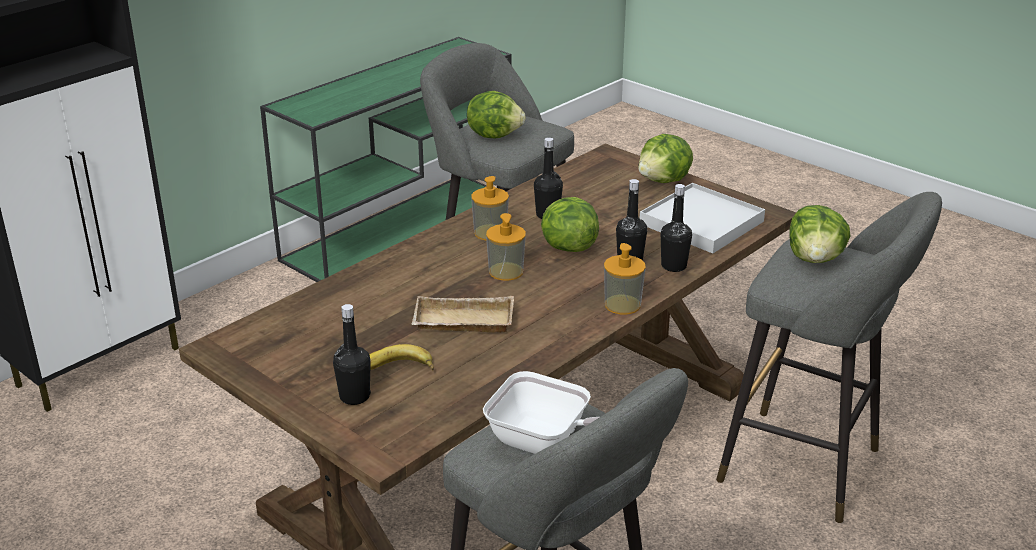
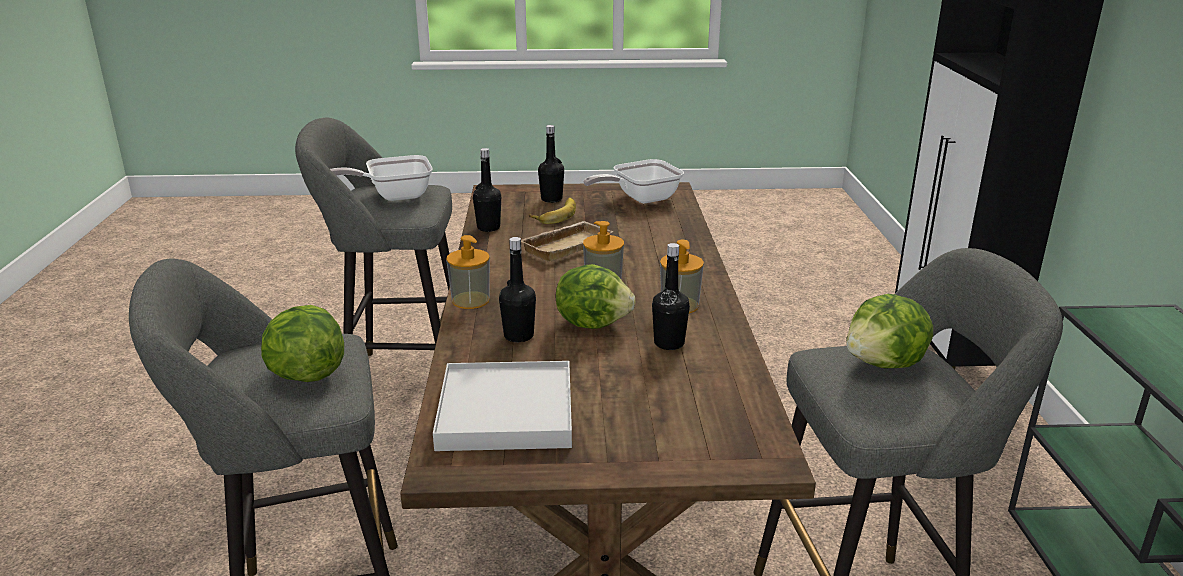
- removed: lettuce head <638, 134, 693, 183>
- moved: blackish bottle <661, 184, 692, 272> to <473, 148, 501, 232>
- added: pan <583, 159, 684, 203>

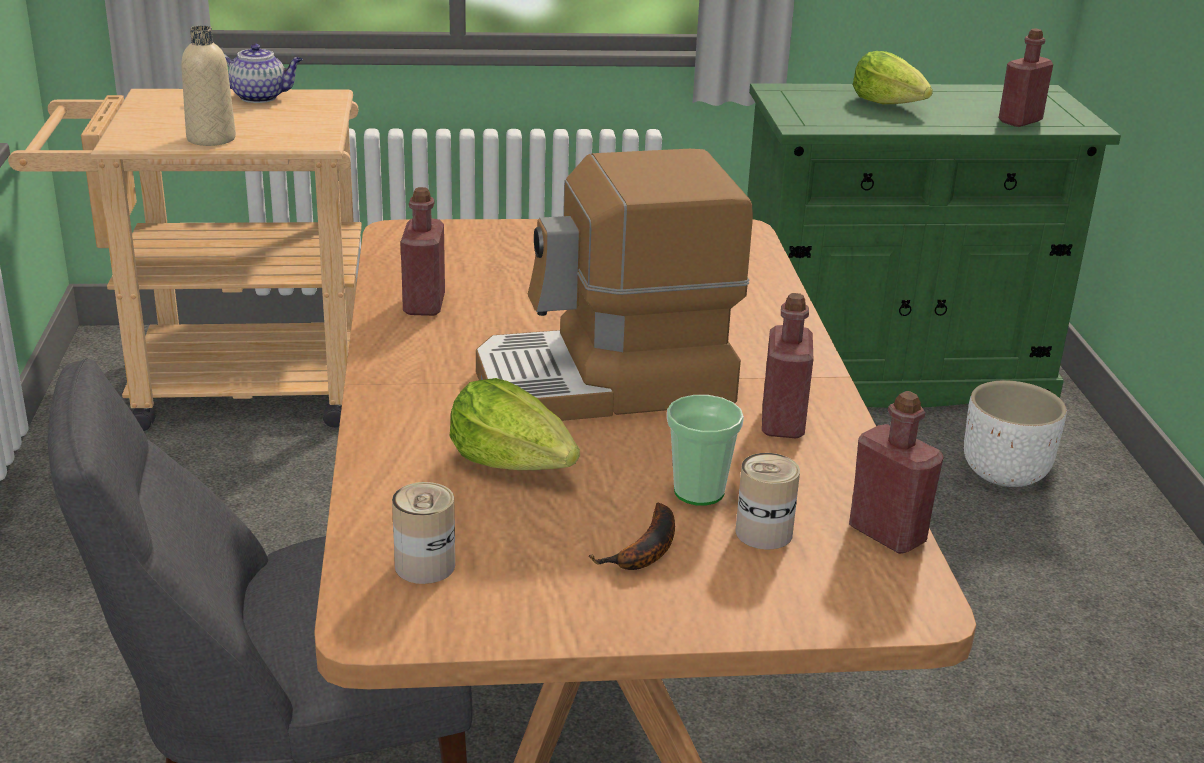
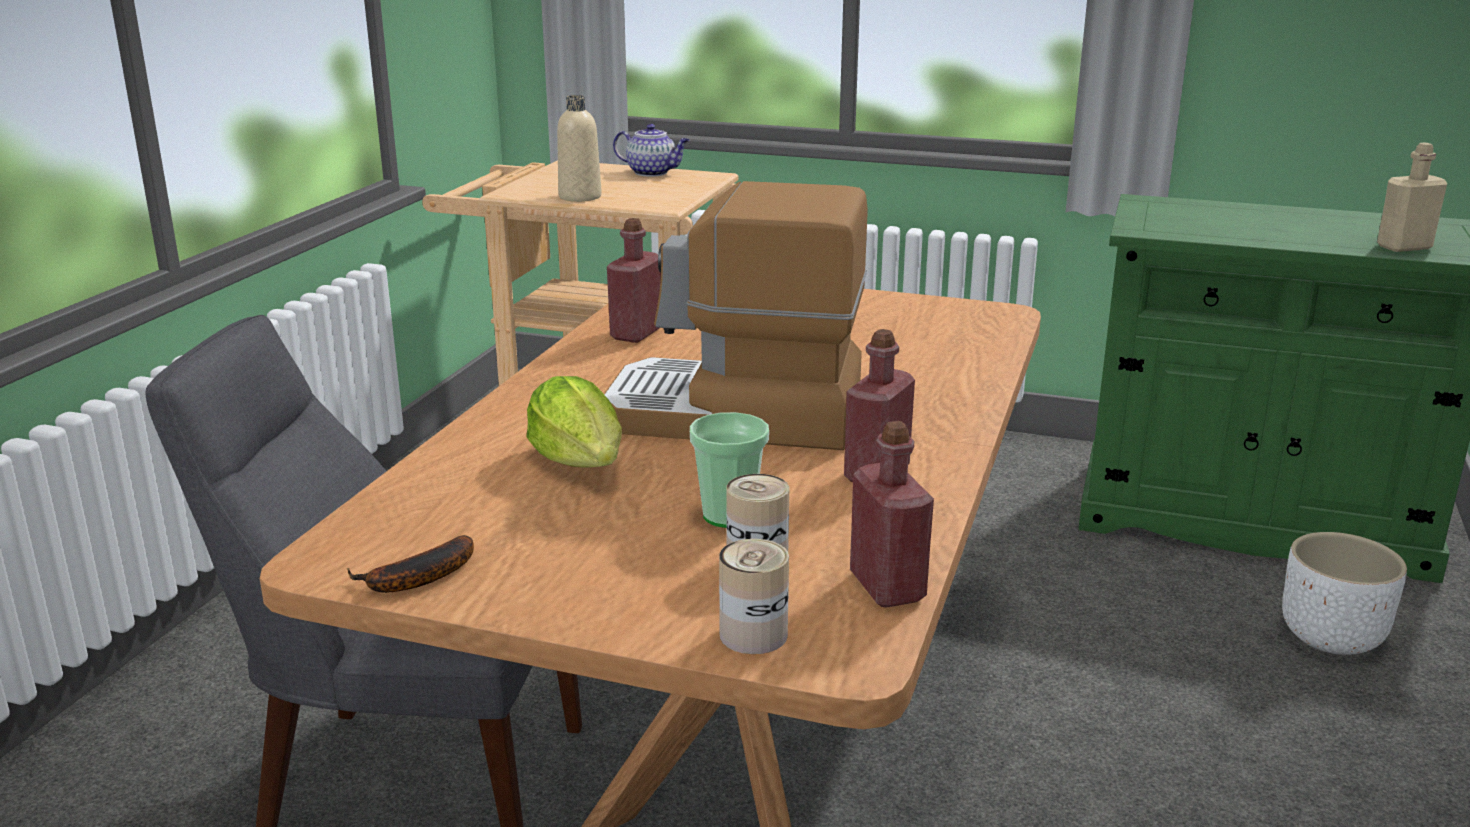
- recoloured: reddish bottle <999, 29, 1053, 127> to beige-coloured bottle <1377, 143, 1447, 252>
- removed: lettuce head <853, 51, 933, 104>
- moved: metal can <392, 482, 455, 584> to <719, 539, 789, 654>
- moved: whole banana <589, 503, 675, 570> to <347, 535, 474, 593>

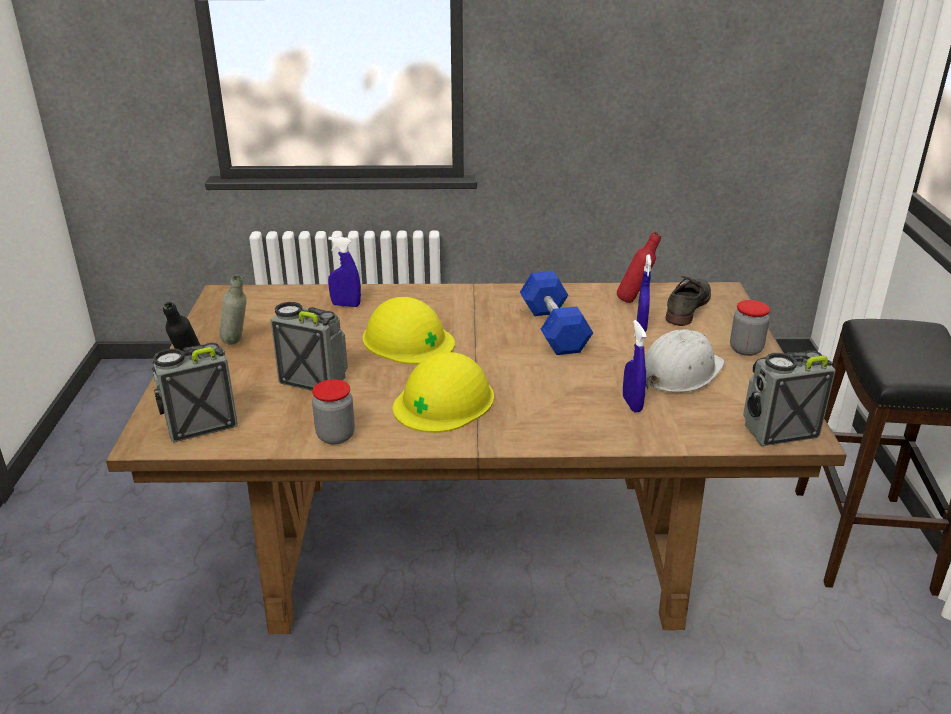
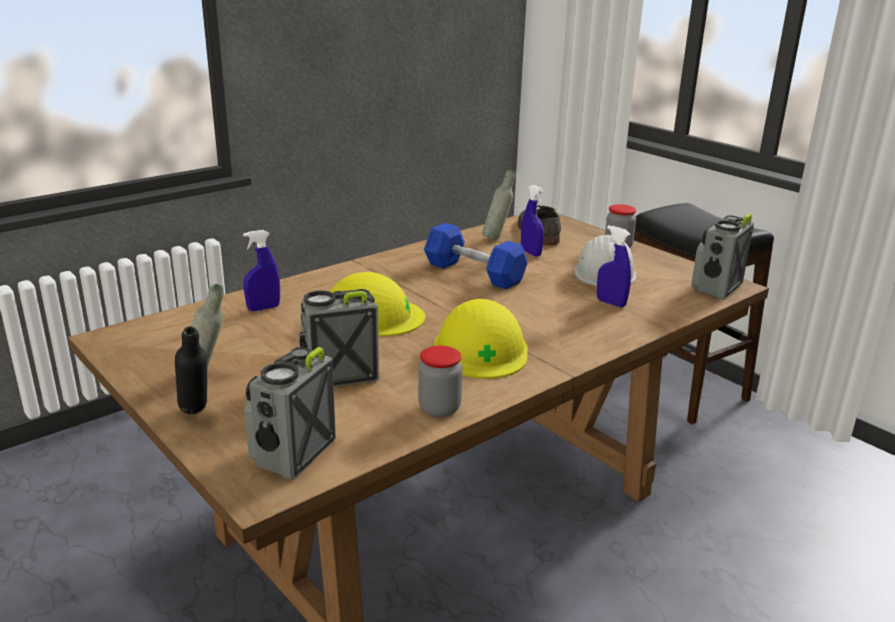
- recoloured: reddish bottle <617, 232, 661, 303> to greyish bottle <482, 170, 515, 240>

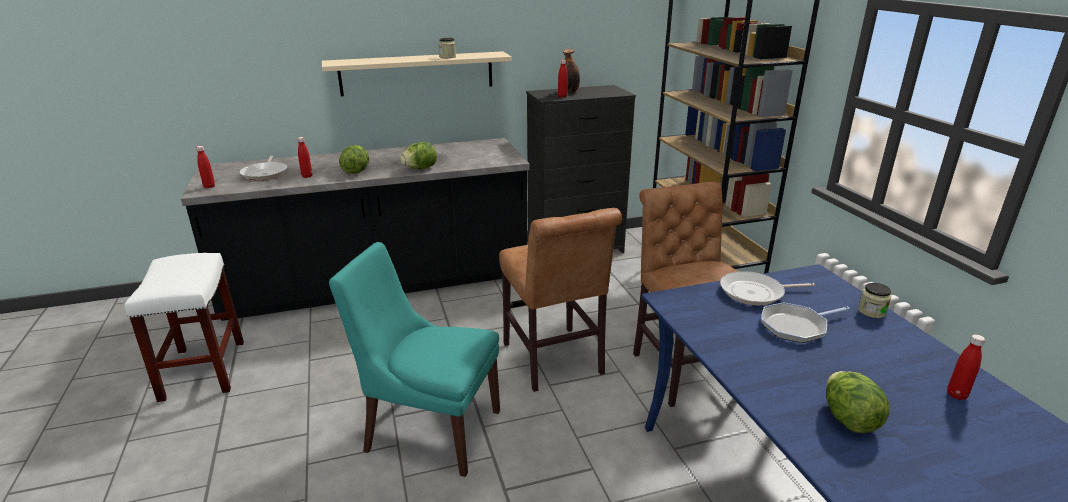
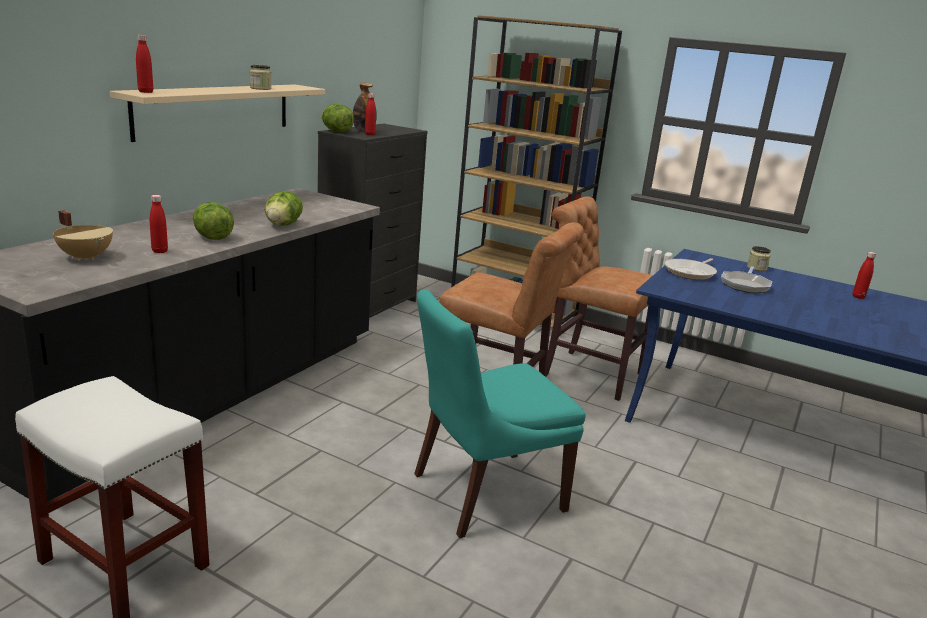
- moved: reddish bottle <196, 146, 215, 188> to <136, 35, 153, 93>
- replaced: pan <240, 155, 288, 180> to beige-coloured saucepot <53, 210, 113, 261>
- moved: lettuce head <826, 371, 890, 433> to <321, 104, 354, 133>

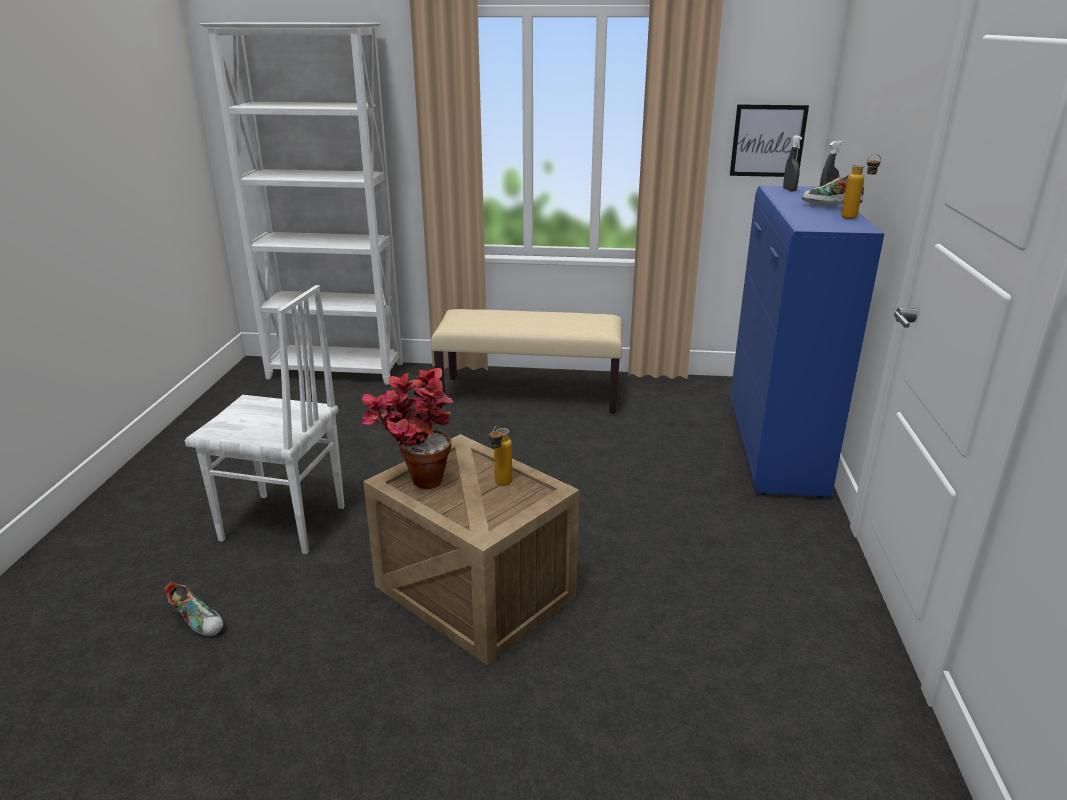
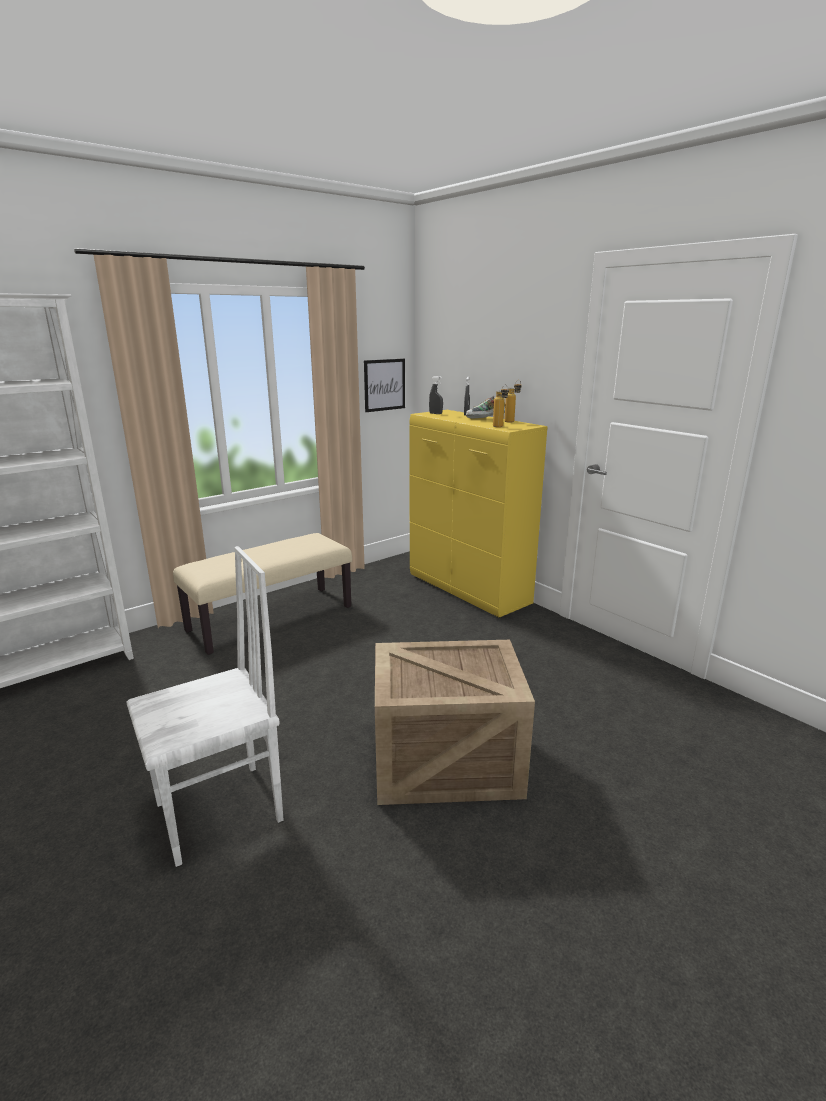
- recoloured: blue cabinet <731, 186, 884, 498> to yellowish cabinet <409, 410, 548, 618>
- removed: houseplant <360, 368, 453, 489>
- moved: bottle <489, 426, 512, 486> to <493, 384, 509, 427>
- removed: low shoe <164, 582, 223, 636>

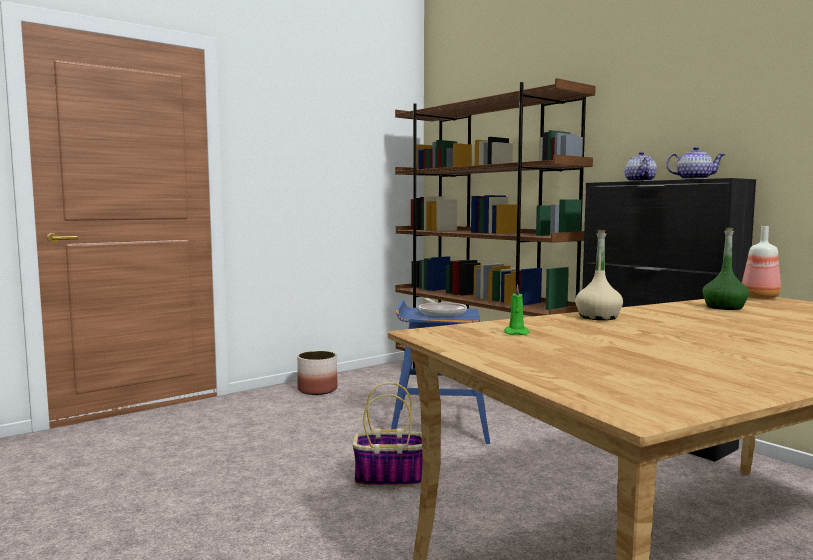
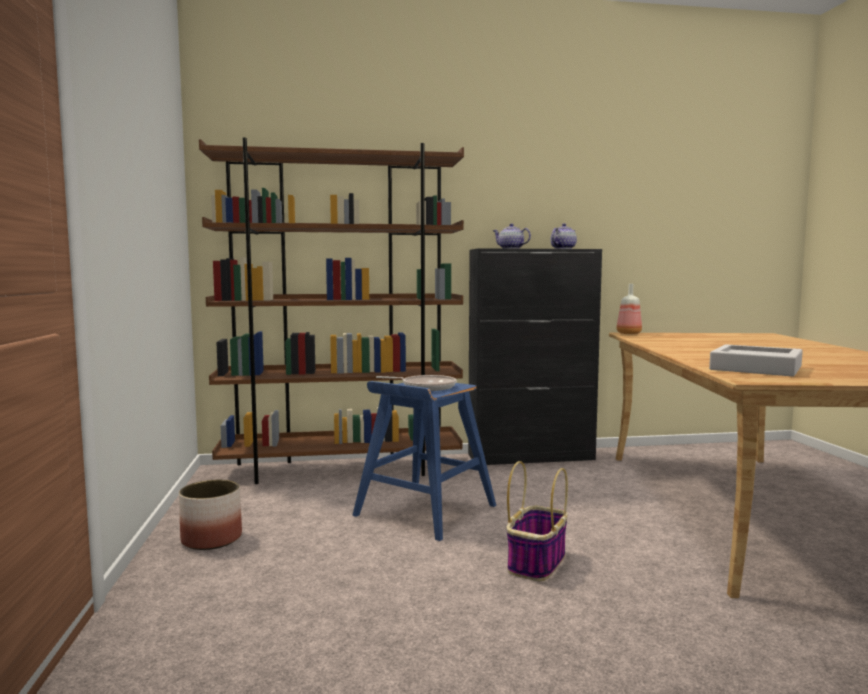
- removed: green-coloured bottle <702, 228, 749, 310>
- removed: beige-coloured bottle <575, 230, 623, 320>
- replaced: green-coloured candle <504, 284, 530, 335> to greyish carrying tray <709, 344, 803, 377>

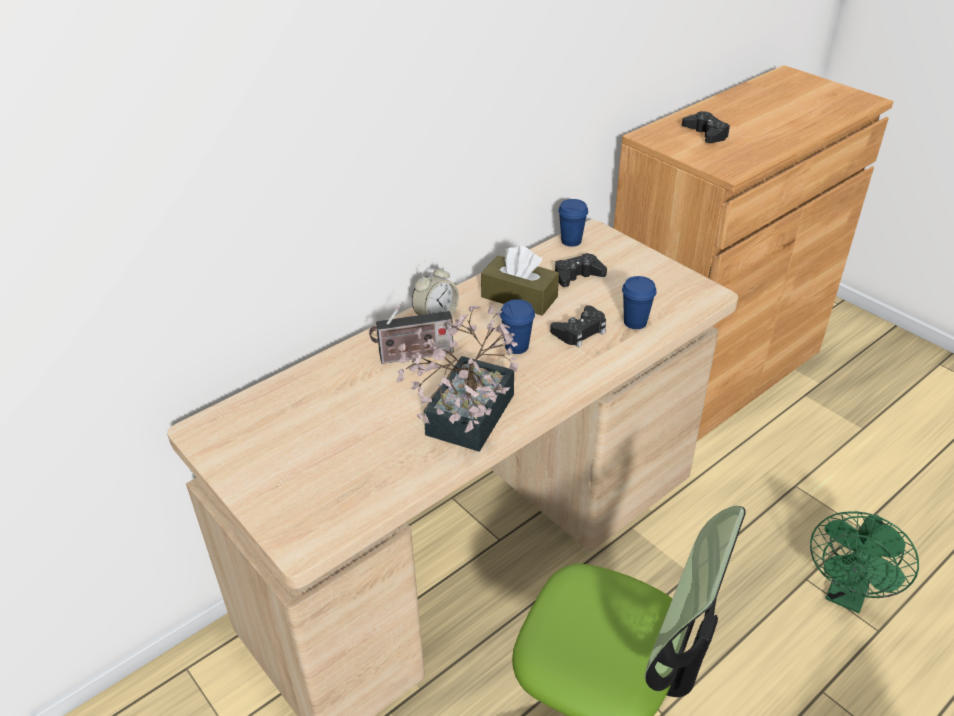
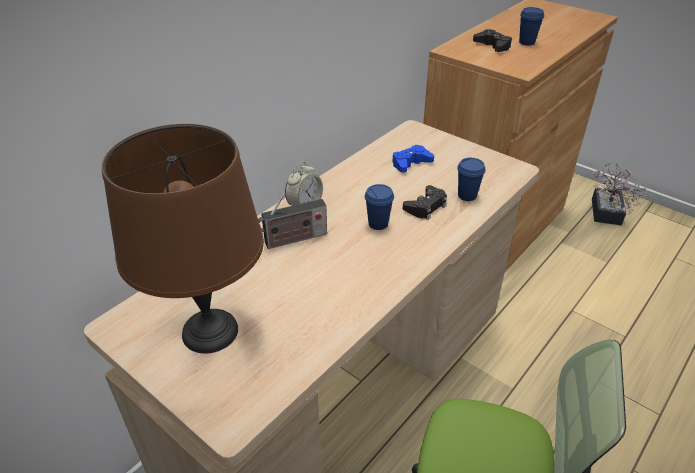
- moved: blue drinking cup <558, 199, 588, 247> to <519, 7, 544, 46>
- removed: brown-coloured tissue holder <481, 246, 559, 316>
- recoloured: blackish gamepad <555, 253, 607, 287> to blue gamepad <392, 145, 434, 173>
- moved: houseplant <396, 305, 518, 452> to <592, 163, 648, 226>
- removed: green-coloured fan <810, 511, 919, 613>
- added: brown-coloured lamp for a table <102, 124, 264, 354>

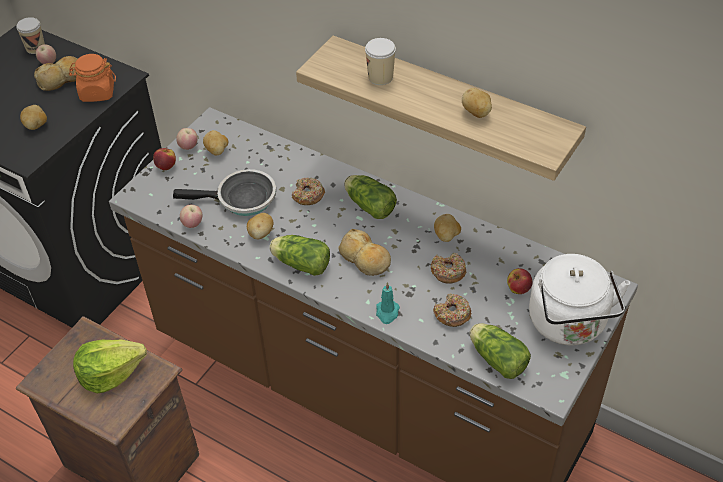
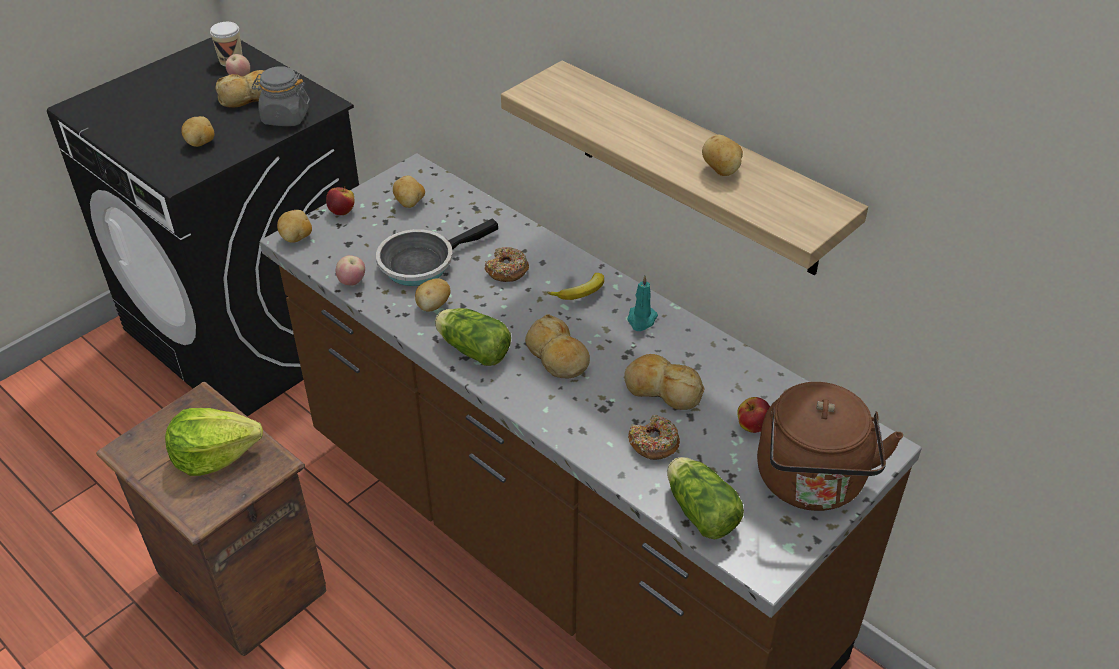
- removed: drinking cup <365, 38, 396, 85>
- recoloured: orange preserve jar <69, 54, 116, 102> to greyish preserve jar <252, 66, 310, 126>
- removed: whole apple <176, 128, 197, 150>
- turned: pan <173, 169, 276, 216> = <376, 218, 498, 286> 135 degrees clockwise
- replaced: lettuce head <344, 175, 397, 219> to whole banana <548, 273, 604, 300>
- moved: potato <434, 214, 461, 242> to <277, 210, 312, 243>
- replaced: ring doughnut <431, 253, 466, 284> to bread <624, 354, 704, 410>
- recoloured: white kettle <529, 254, 630, 345> to brown-coloured kettle <757, 382, 903, 511>
- moved: turquoise candle <376, 282, 400, 324> to <627, 275, 658, 331>

